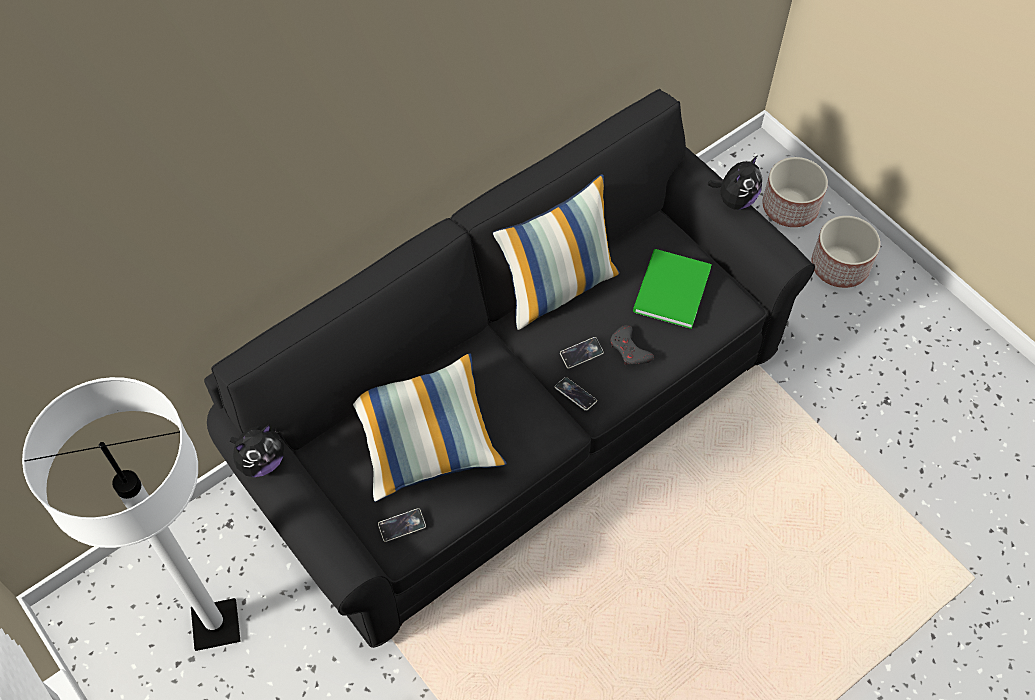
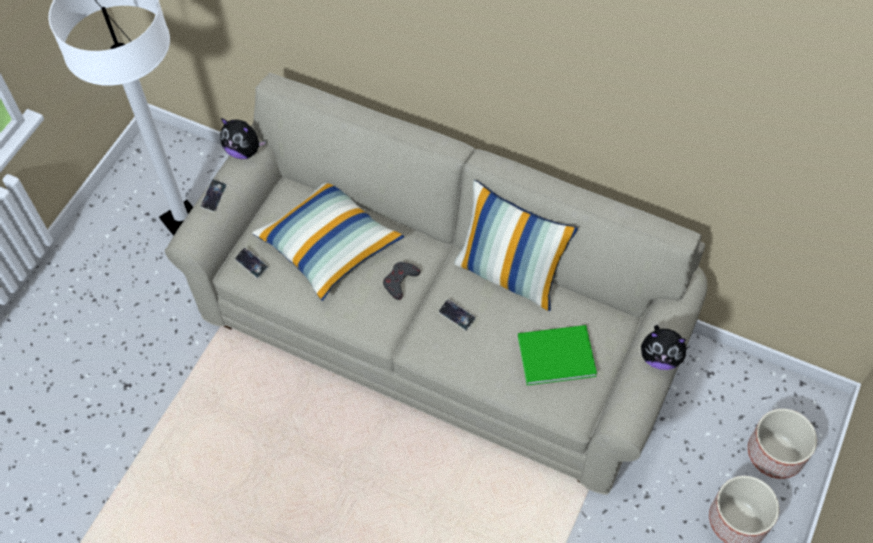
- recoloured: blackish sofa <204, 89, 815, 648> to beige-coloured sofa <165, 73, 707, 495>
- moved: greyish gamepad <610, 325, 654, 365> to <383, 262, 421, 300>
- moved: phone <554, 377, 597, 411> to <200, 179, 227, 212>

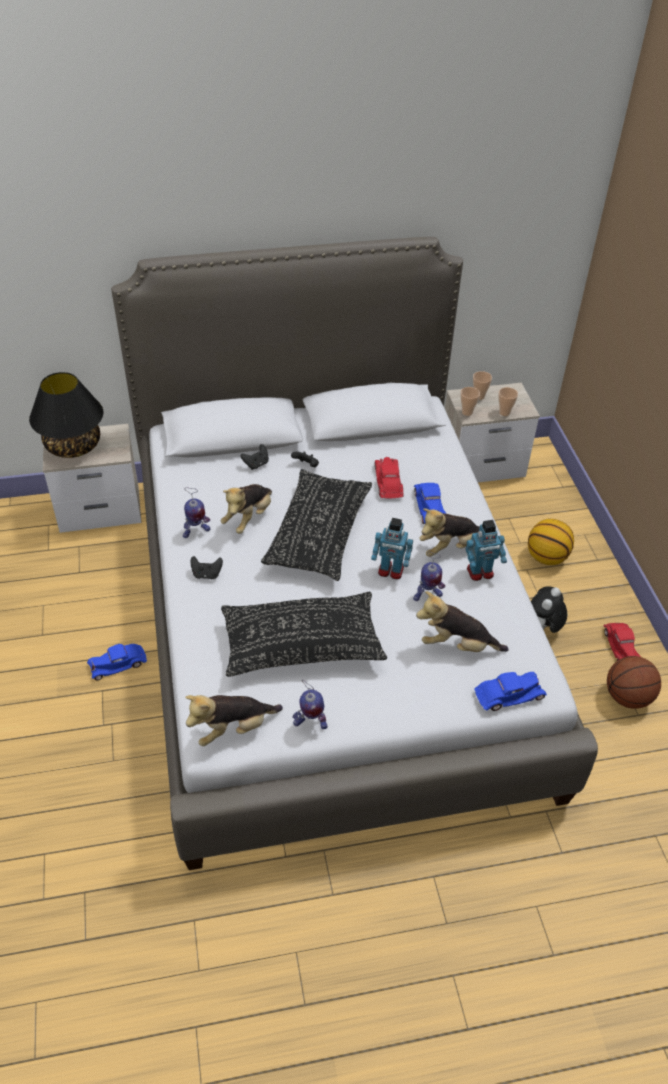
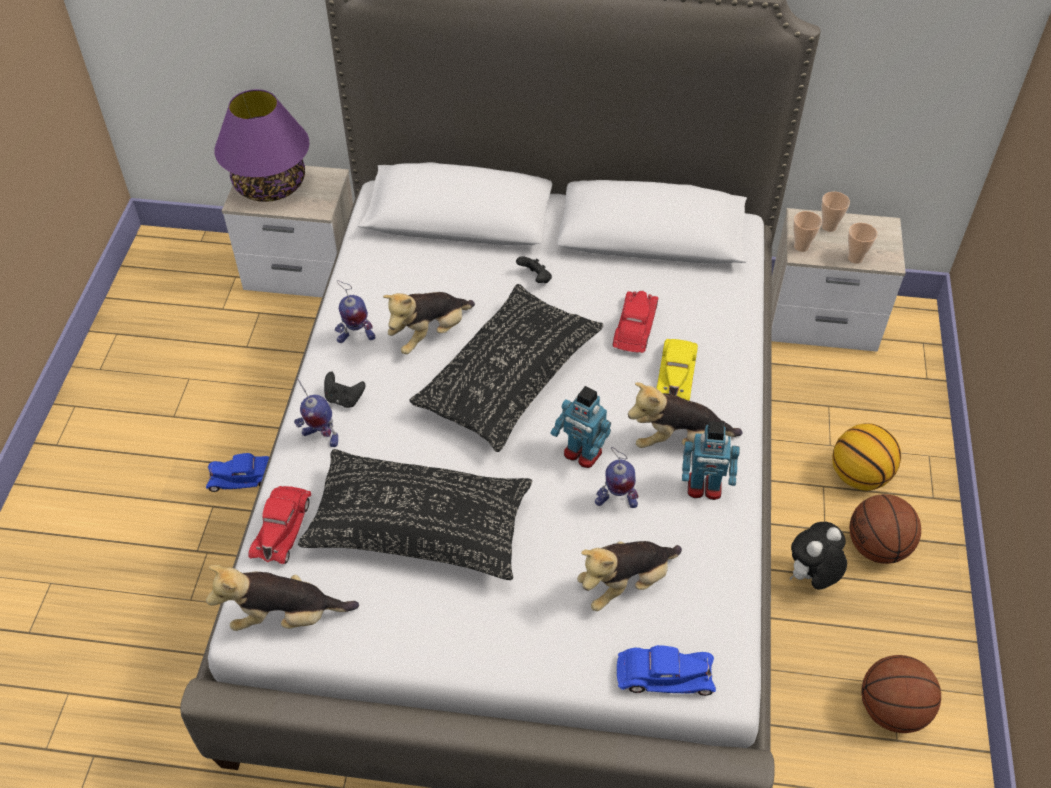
- recoloured: blackish lamp for a table <29, 372, 103, 458> to purple-coloured lamp for a table <214, 89, 310, 202>
- removed: blackish gamepad <241, 444, 269, 470>
- recoloured: blue toy car <414, 483, 446, 524> to yellowish toy car <656, 339, 698, 401>
- turned: plush toy <416, 591, 508, 652> = <577, 541, 682, 611> 60 degrees counterclockwise
- moved: reddish toy car <603, 623, 641, 661> to <248, 486, 312, 564>
- moved: toy robot <293, 680, 327, 729> to <294, 378, 338, 447>
- added: ball for basketball <850, 494, 921, 564>

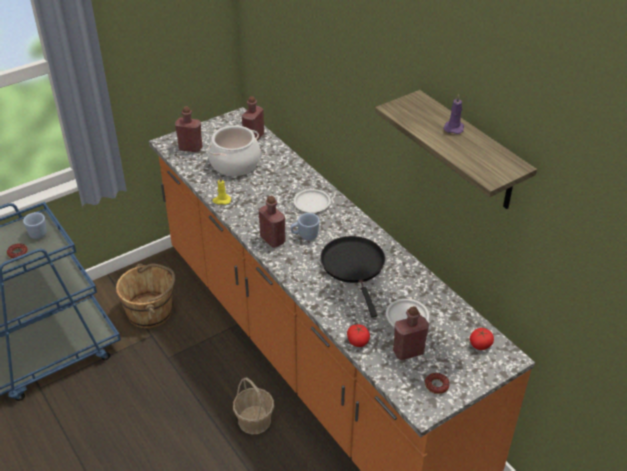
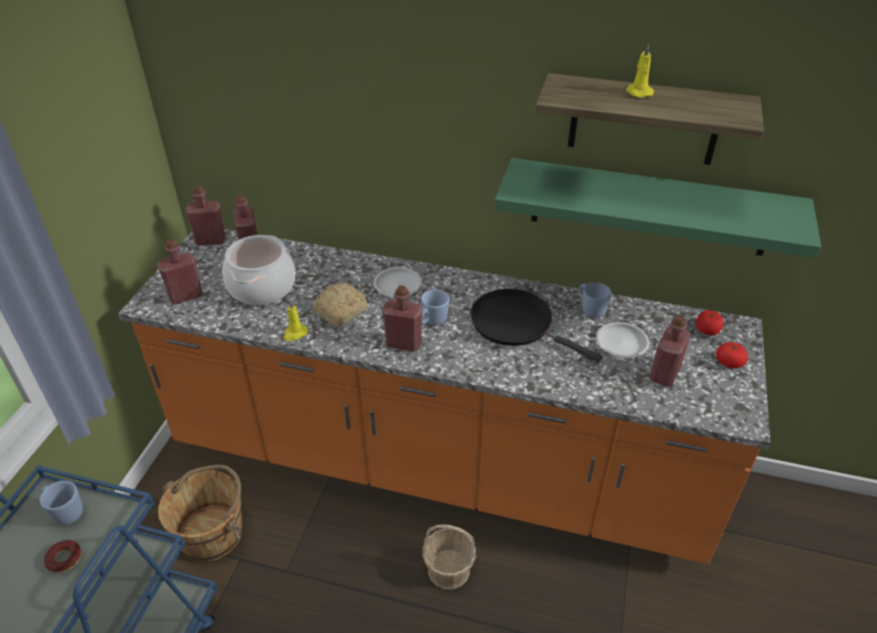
- recoloured: purple-coloured candle <443, 94, 464, 134> to yellowish candle <626, 44, 654, 98>
- moved: tomato <347, 324, 370, 347> to <716, 342, 748, 368>
- removed: ring doughnut <425, 373, 450, 394>
- added: green-coloured wall shelf <494, 158, 821, 258>
- added: reddish bottle <185, 186, 226, 245>
- added: blue mug <579, 282, 612, 318>
- added: bread <313, 283, 368, 327>

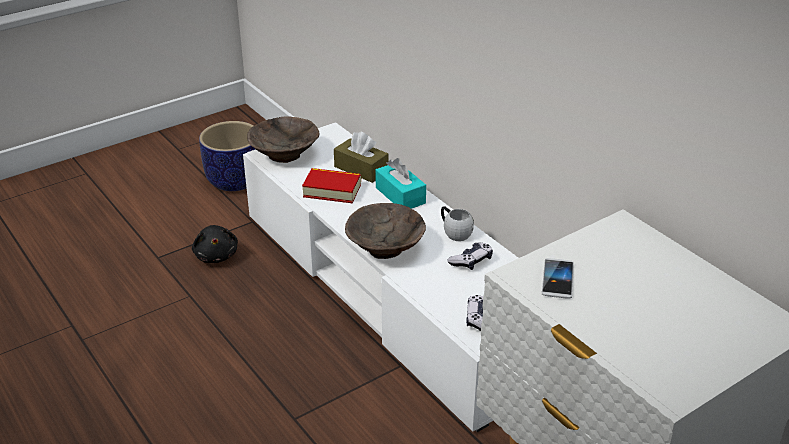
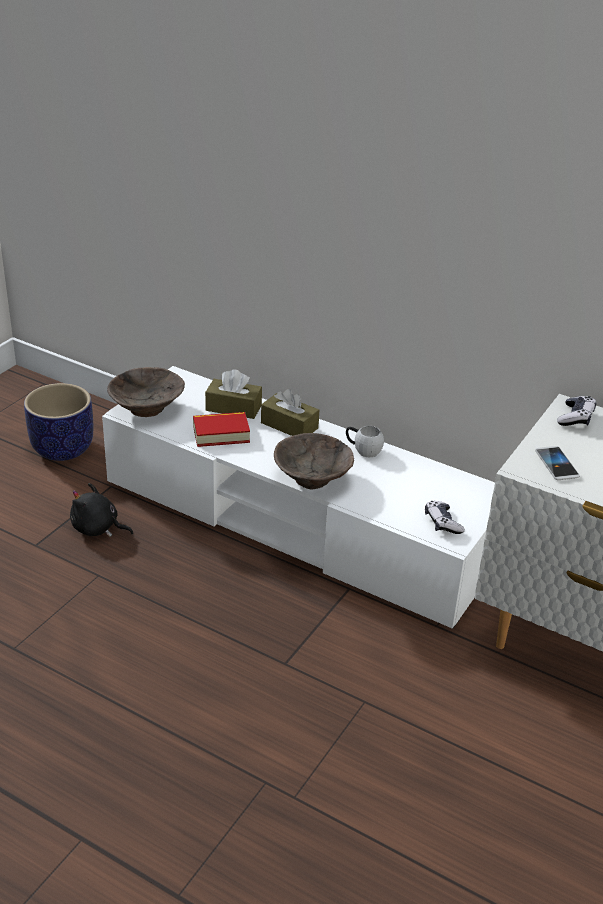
- recoloured: turquoise tissue holder <375, 158, 426, 209> to brown-coloured tissue holder <261, 389, 319, 436>
- turned: blackish plush toy <192, 225, 238, 263> = <70, 483, 134, 537> 150 degrees clockwise
- moved: gamepad <447, 242, 493, 270> to <557, 396, 597, 426>

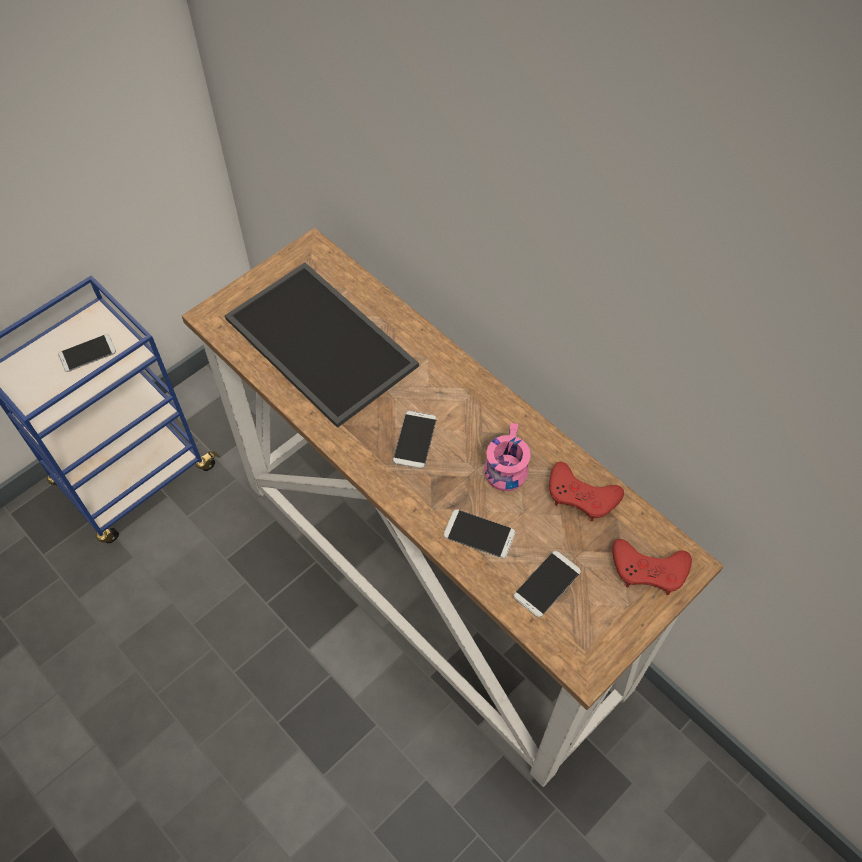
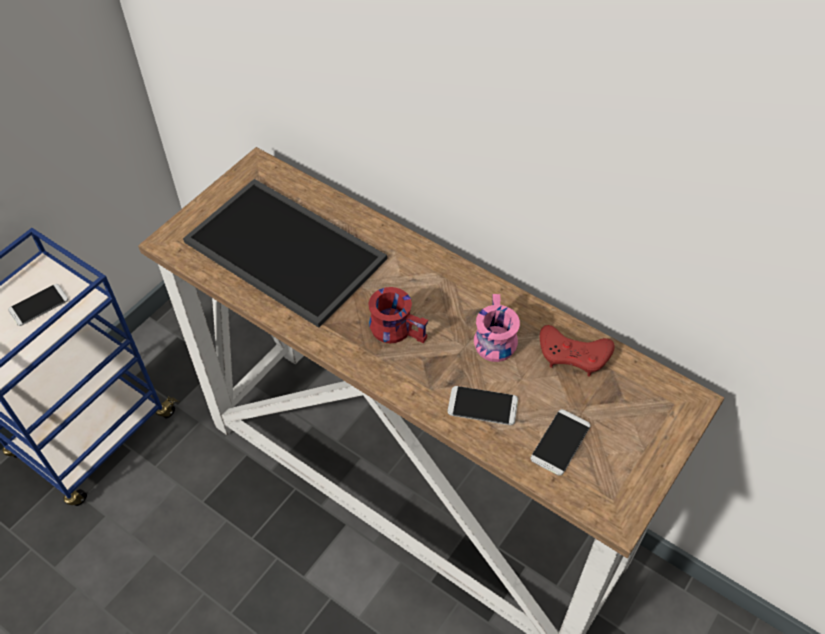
- replaced: phone <393, 411, 437, 469> to reddish mug <368, 287, 428, 343>
- removed: reddish gamepad <612, 539, 692, 595>

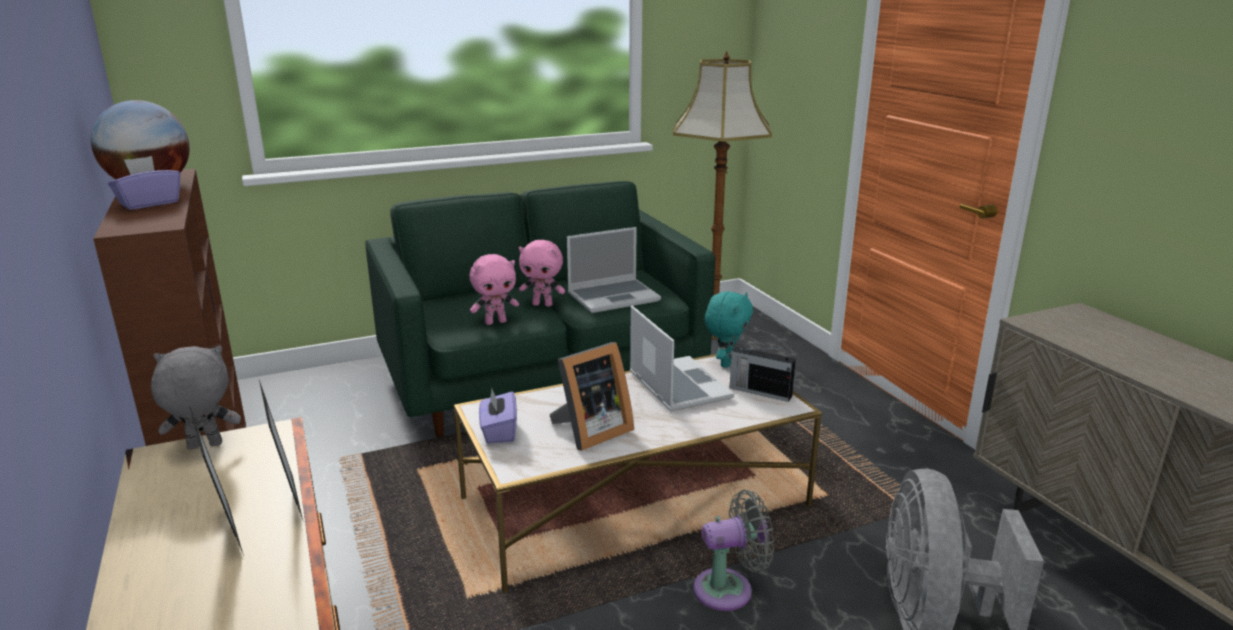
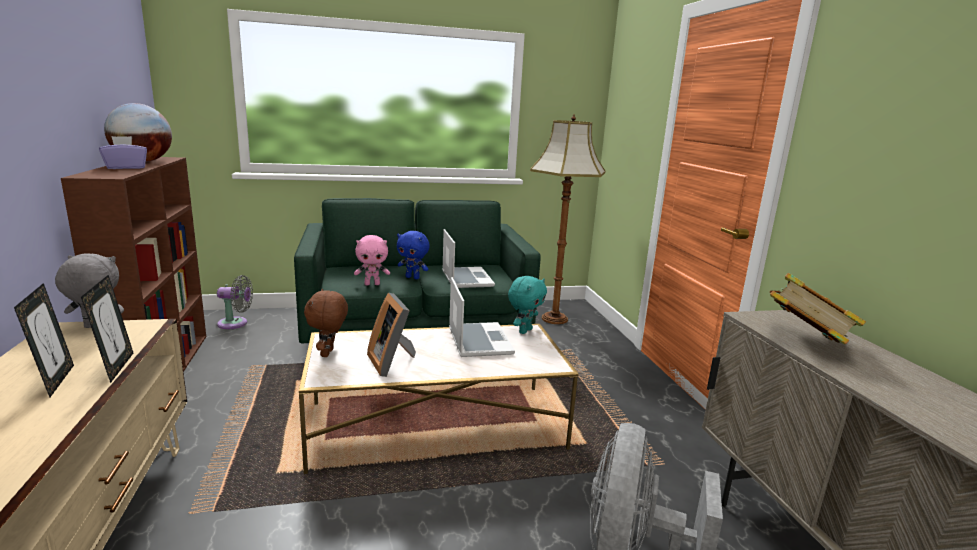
- turned: laptop <567, 227, 661, 313> = <442, 229, 495, 288> 90 degrees counterclockwise
- recoloured: pink-coloured plush toy <519, 240, 565, 307> to blue plush toy <397, 231, 430, 279>
- turned: standing frame <549, 342, 634, 451> = <367, 293, 416, 377> 90 degrees clockwise
- removed: radio <730, 346, 796, 402>
- replaced: purple-coloured tissue holder <479, 388, 517, 444> to brown-coloured plush toy <304, 289, 348, 357>
- moved: greyish fan <693, 490, 774, 611> to <217, 275, 253, 329>
- added: book <770, 273, 866, 344>

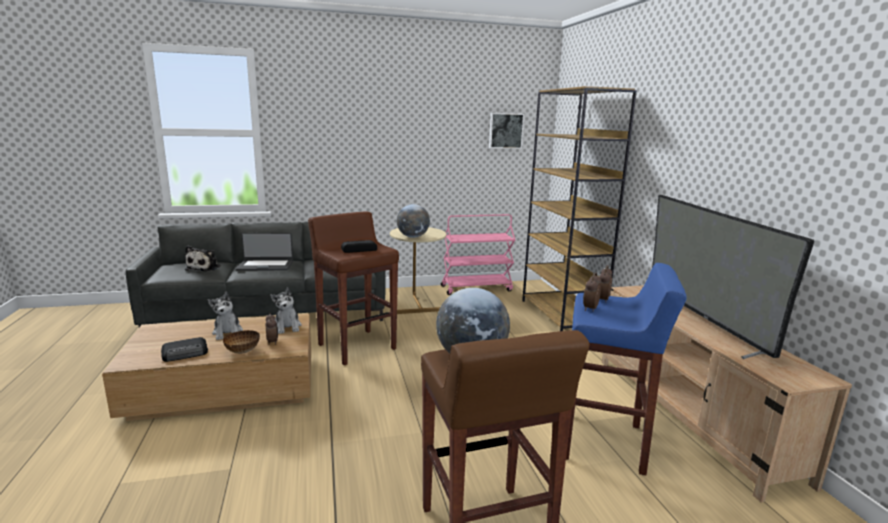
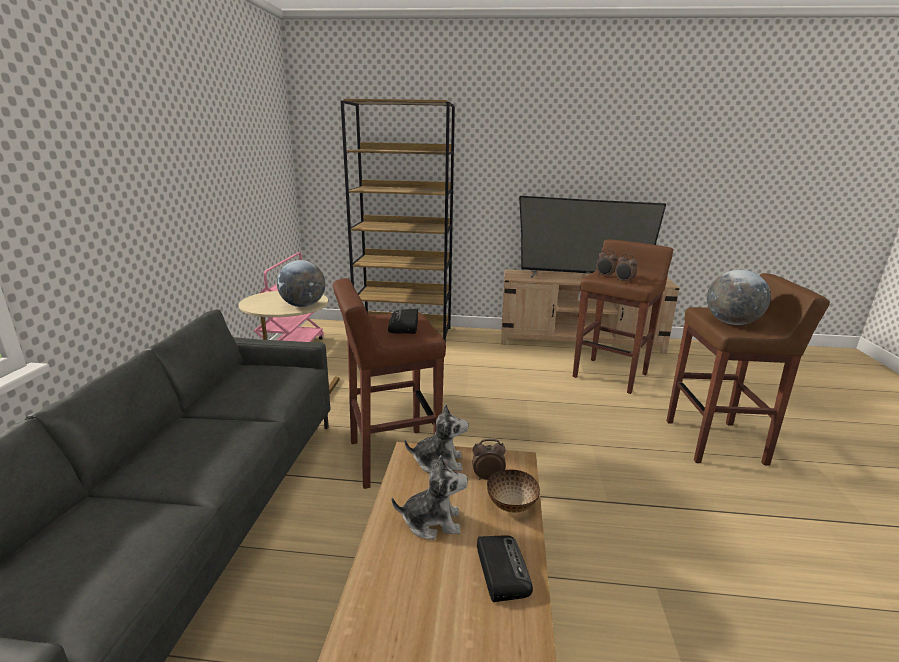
- removed: wall art <489, 113, 524, 149>
- removed: laptop <236, 233, 293, 271>
- removed: plush toy <185, 246, 221, 272>
- recoloured: blue stool <566, 263, 687, 475> to brown-coloured stool <573, 239, 673, 394>

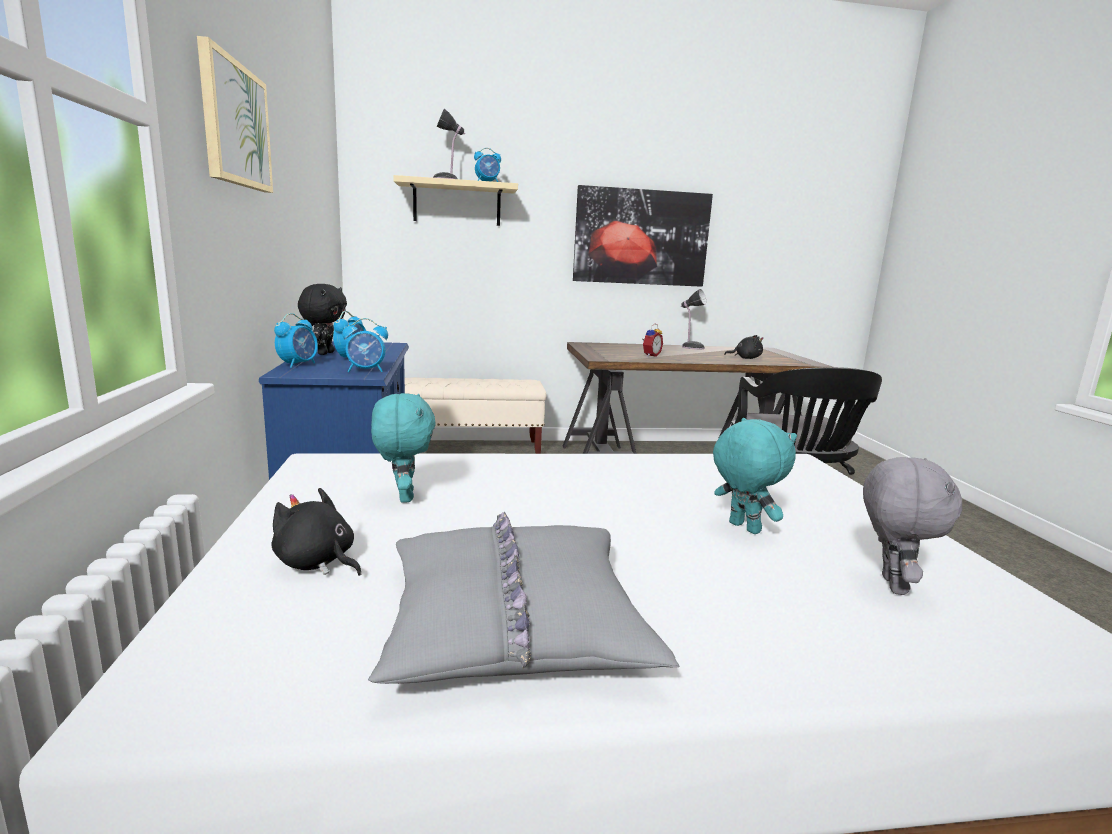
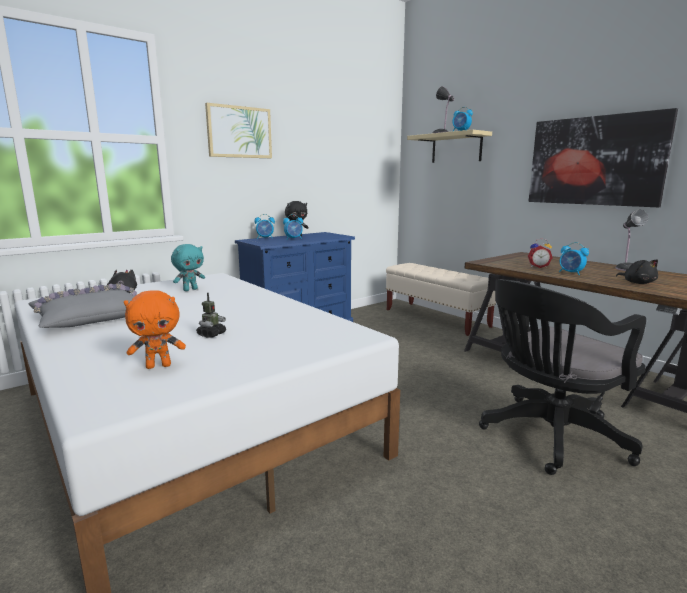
- moved: alarm clock <342, 318, 388, 372> to <559, 242, 589, 275>
- replaced: turquoise plush toy <713, 418, 797, 534> to toy robot <196, 293, 226, 338>
- recoloured: greyish plush toy <863, 457, 962, 595> to orange plush toy <124, 290, 186, 369>

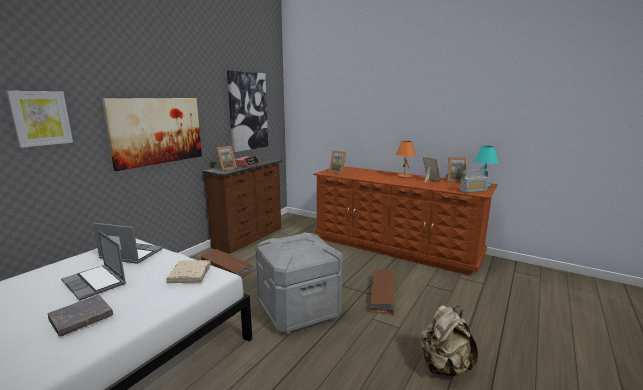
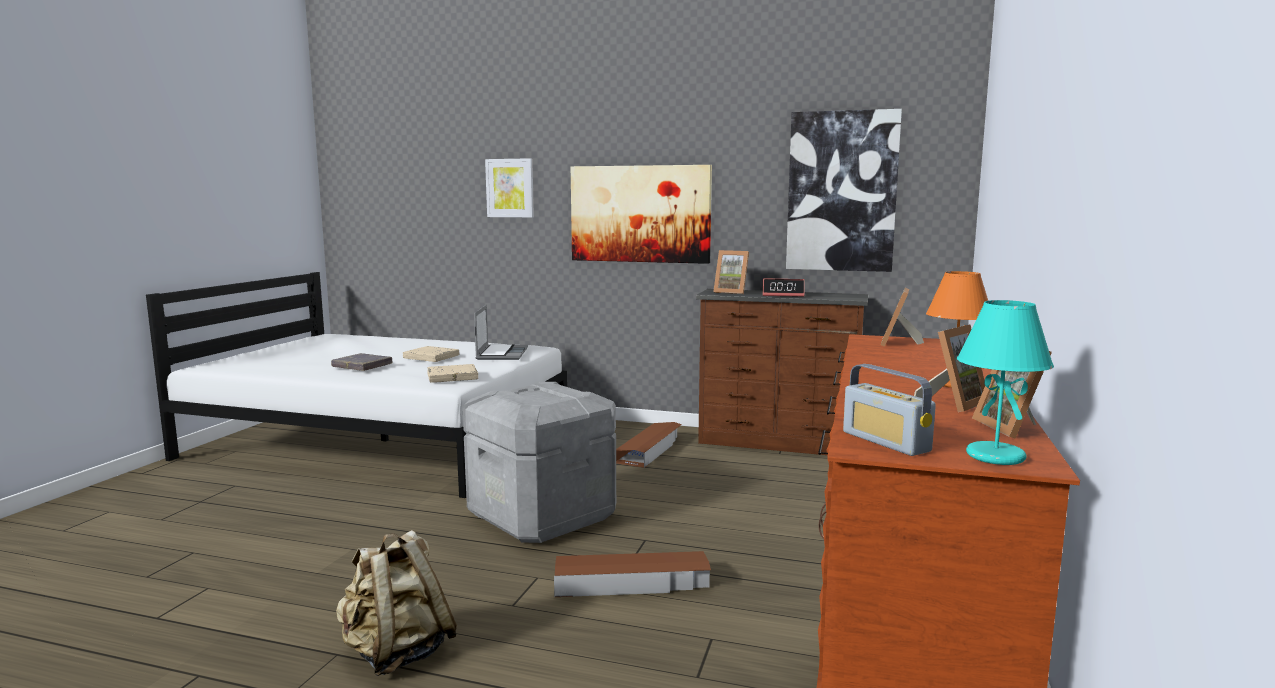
- replaced: laptop <61, 231, 126, 300> to beige-coloured book <403, 346, 459, 362>

